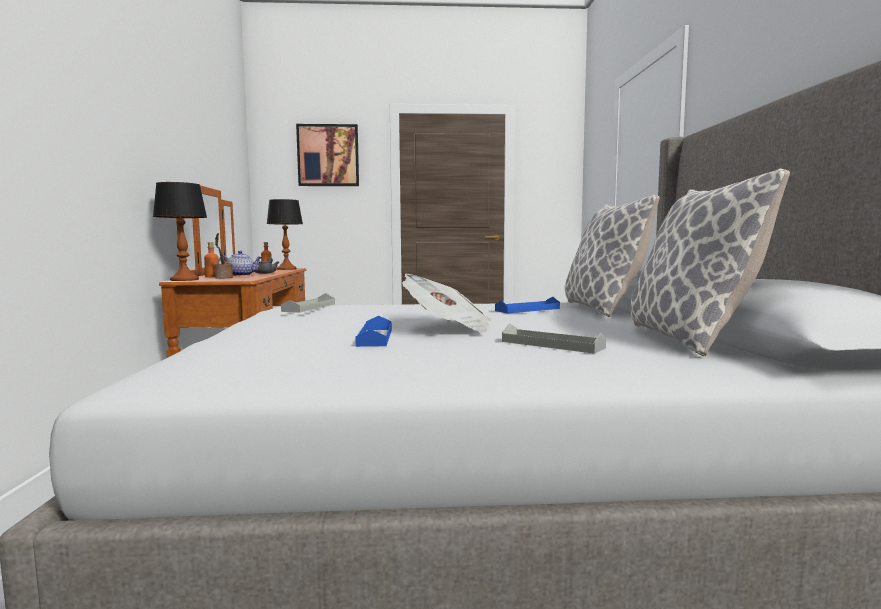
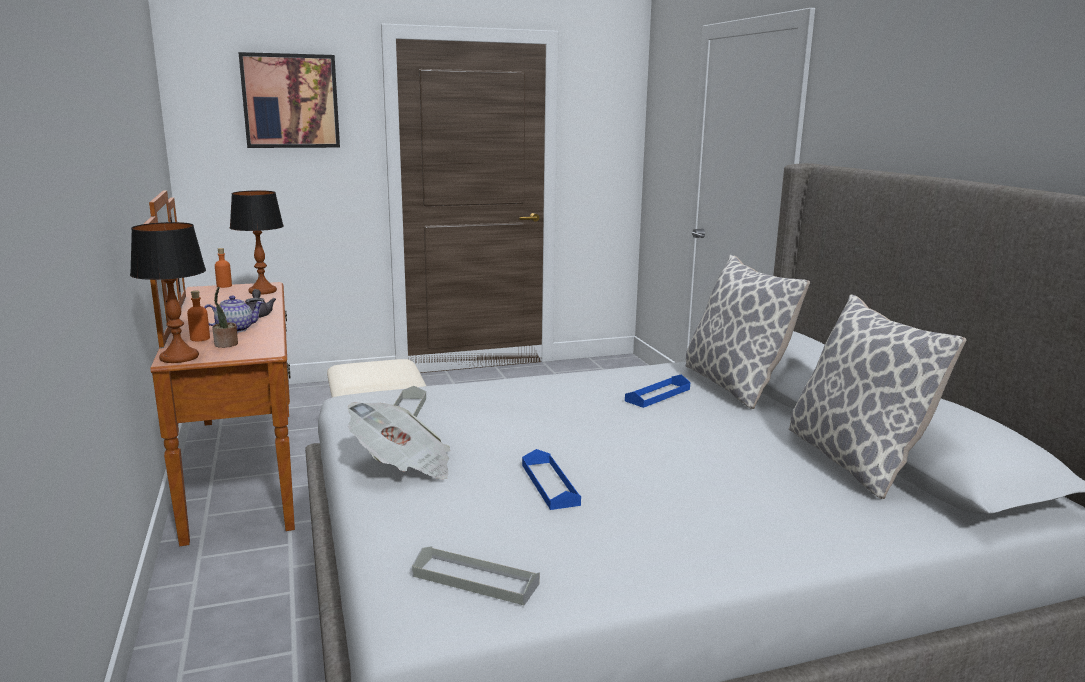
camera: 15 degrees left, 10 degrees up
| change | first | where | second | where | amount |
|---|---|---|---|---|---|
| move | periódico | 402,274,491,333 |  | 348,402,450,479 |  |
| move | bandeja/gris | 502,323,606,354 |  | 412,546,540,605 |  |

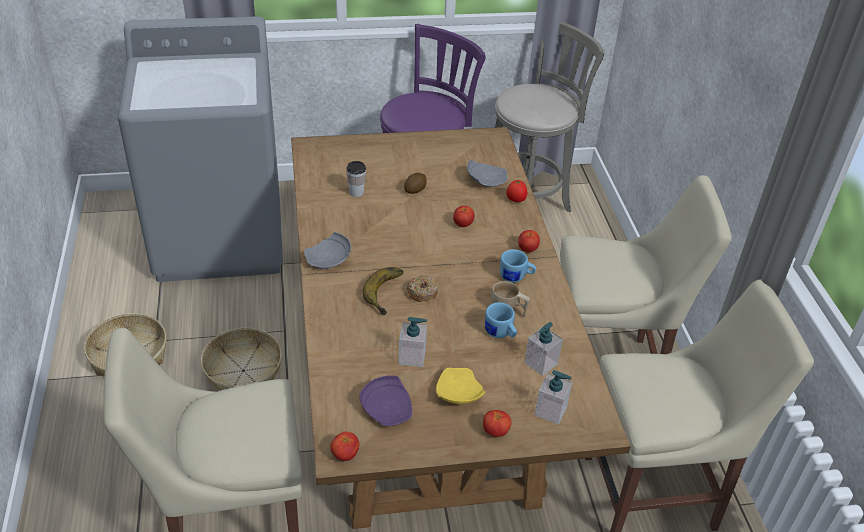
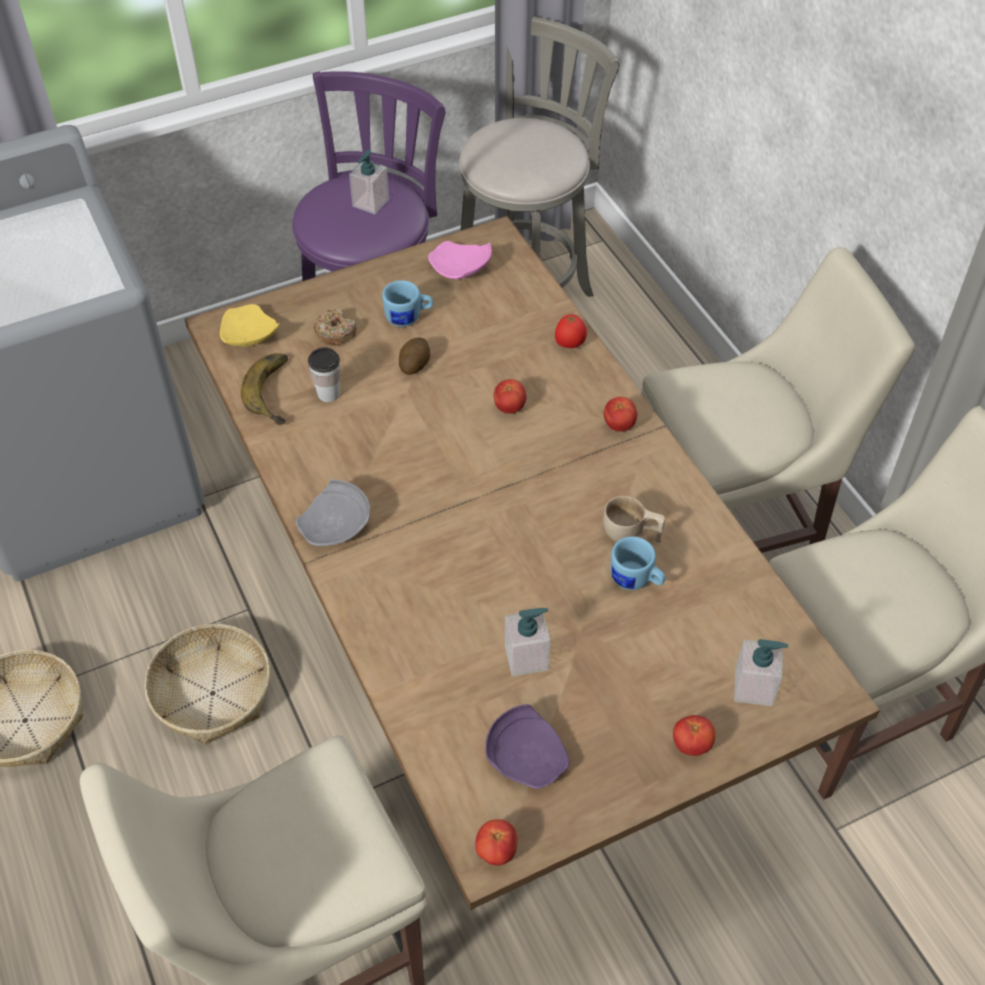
camera: 15 degrees left, 10 degrees up
| change | first | where | second | where | amount |
|---|---|---|---|---|---|
| move | plátano | 363,267,403,315 |  | 241,353,288,425 |  |
| move | rosquilla | 407,275,438,302 |  | 314,308,357,346 |  |
| move | plato/amarillo | 436,368,486,404 |  | 220,304,280,347 |  |
| delete | plato/gris | 467,159,508,188 |  |  |  |
| move | taza grande/azul | 500,249,536,283 |  | 382,280,433,327 |  |
| move | dispensador de jabón | 524,322,563,376 |  | 349,150,389,214 |  |
| insert |  |  | plato/rosa | 428,241,492,279 |  |

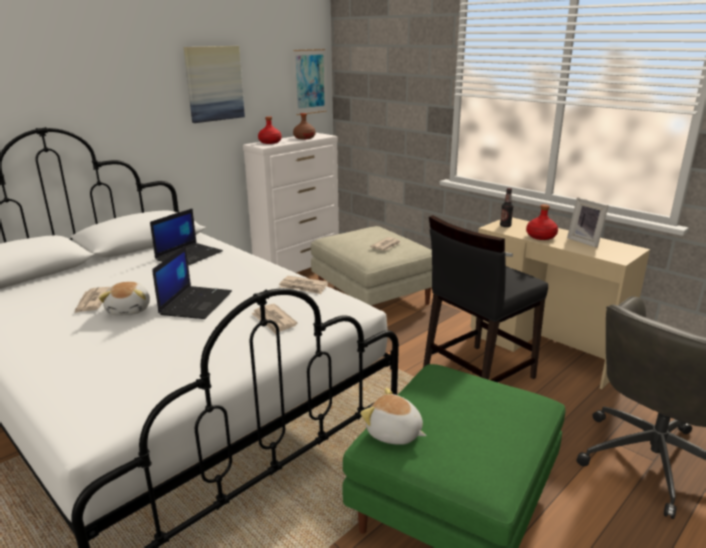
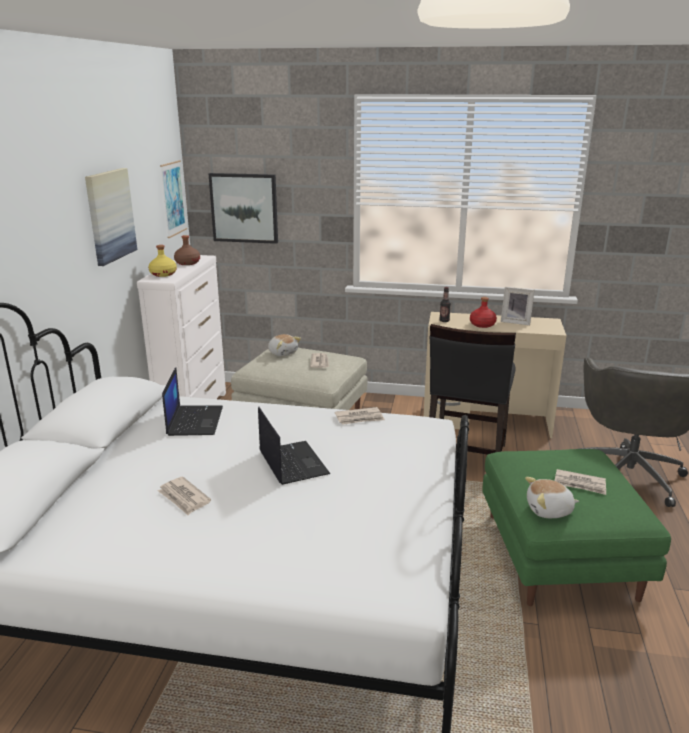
camera: 35 degrees left, 0 degrees up
| change | first | where | second | where | amount |
|---|---|---|---|---|---|
| move | peluche | 99,282,150,316 |  | 268,334,301,356 |  |
| move | periódico | 251,304,298,334 |  | 555,469,606,495 |  |
| recolor | botella/rojo | 258,116,282,144 | botella/amarillo | 148,245,177,277 |  |
| insert |  |  | cuadro | 209,173,278,244 |  |

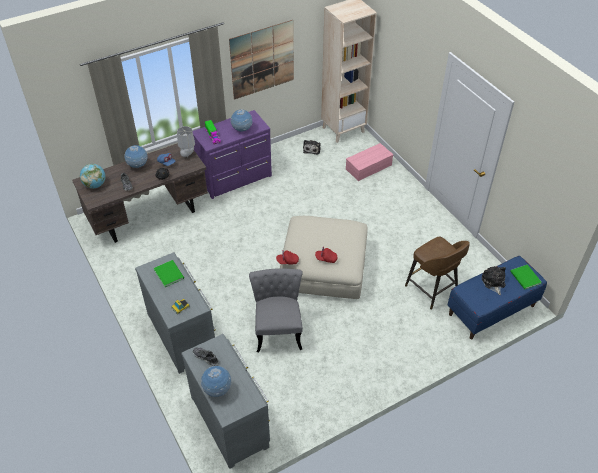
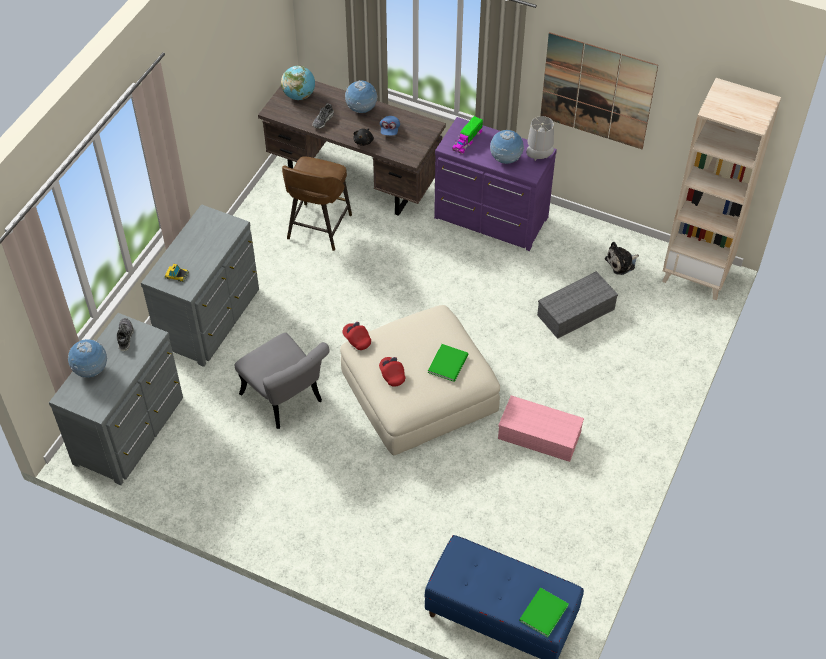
camera: 55 degrees right, 5 degrees up
| change | first | where | second | where | amount |
|---|---|---|---|---|---|
| move | libro/verde | 154,260,184,287 |  | 428,344,468,382 |  |
| move | lámpara de mesa/gris | 177,126,195,158 |  | 526,116,554,161 |  |
| rotate | silla/gris | 249,268,303,352 |  | 235,333,330,429 | 90 degrees clockwise |
| move | caja de almacenaje/rosa | 346,143,394,181 |  | 498,395,584,462 |  |
| move | taburete/marrón | 405,236,470,309 |  | 282,157,352,251 |  |
| delete | peluche | 482,266,506,295 |  |  |  |
| insert |  |  | caja de almacenaje/gris | 537,271,618,339 |  |

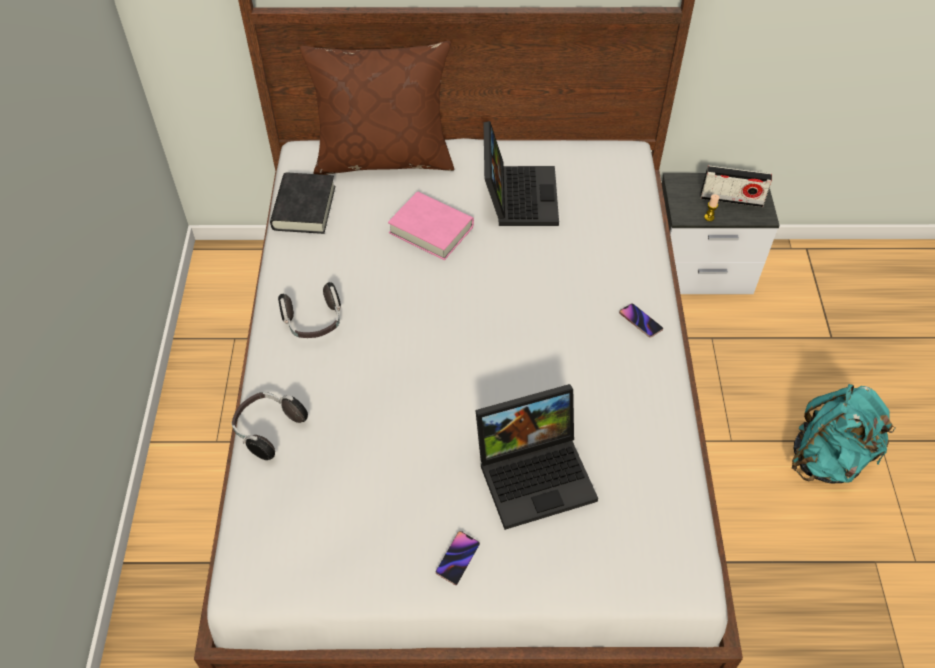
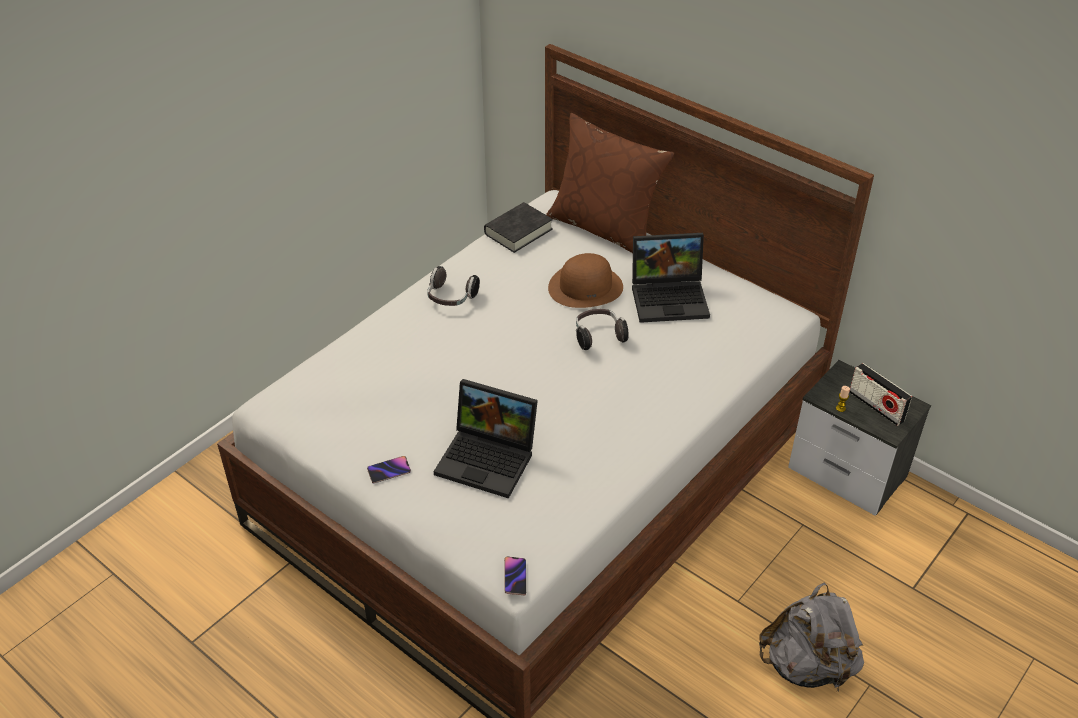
camera: 40 degrees right, 10 degrees down
| change | first | where | second | where | amount |
|---|---|---|---|---|---|
| move | auriculares | 232,392,308,460 |  | 576,309,629,350 |  |
| replace | libro/rosa | 388,192,474,260 | sombrero/marrón | 548,253,623,308 |  |
| rotate | portátil | 483,121,559,226 |  | 632,233,710,323 | 45 degrees clockwise |
| move | móvil | 619,304,663,338 |  | 504,556,526,596 |  |
| recolor | mochila/turquesa | 792,384,896,483 | mochila/gris | 759,582,864,691 |  |

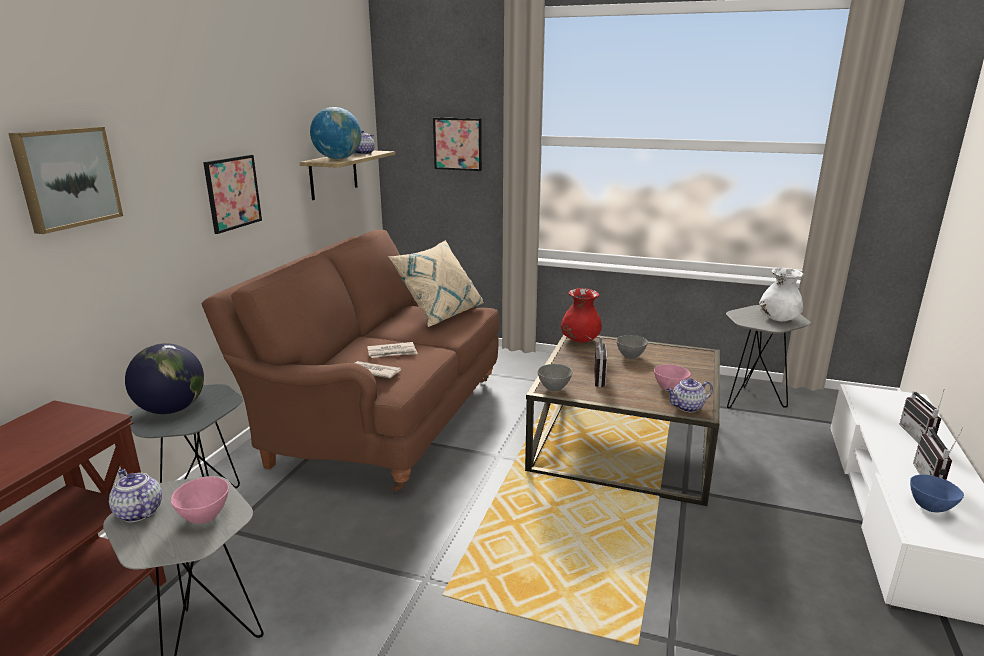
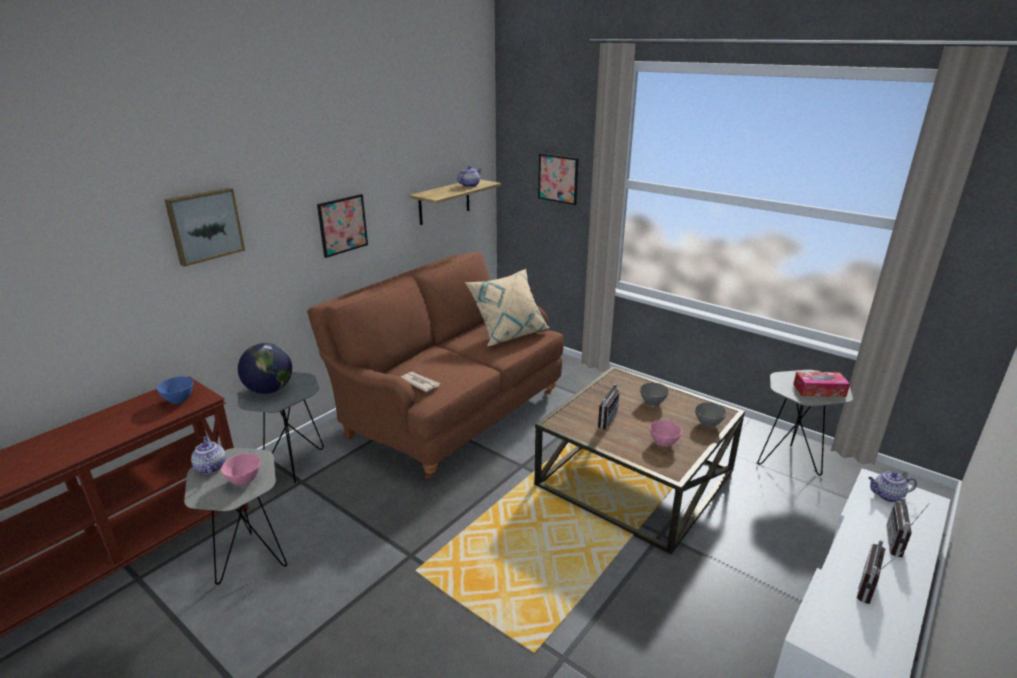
camera: 20 degrees right, 5 degrees up
| change | first | where | second | where | amount |
|---|---|---|---|---|---|
| delete | globo terráqueo | 310,107,361,159 |  |  |  |
| delete | periódico | 367,342,418,358 |  |  |  |
| move | cuenco/gris | 538,364,572,391 |  | 695,402,727,427 |  |
| delete | florero/rojo | 561,288,602,342 |  |  |  |
| move | tetera | 666,378,713,412 |  | 868,471,917,502 |  |
| replace | florero/blanco | 759,268,803,321 | caja de pañuelos | 793,372,850,397 |  |
| move | cuenco/azul | 910,474,964,512 |  | 157,376,193,404 |  |

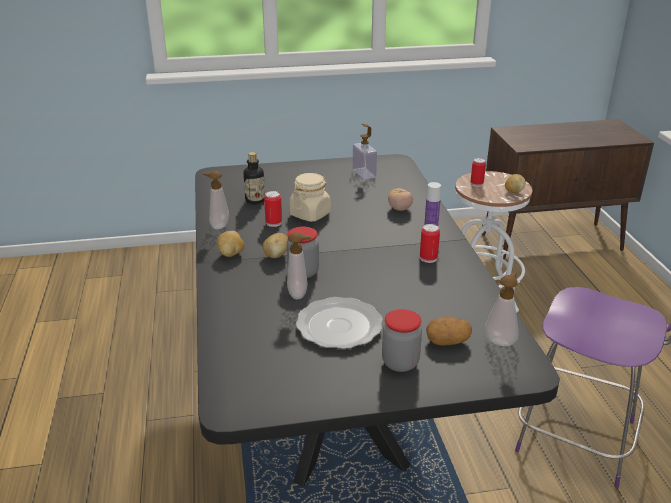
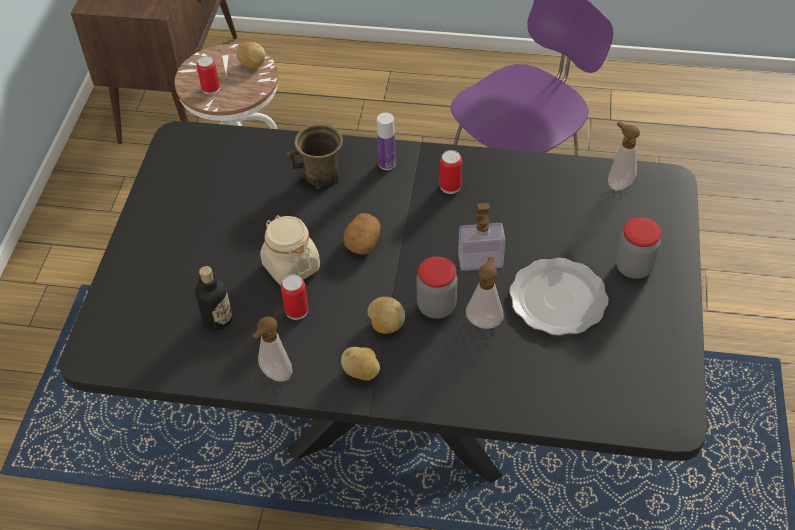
camera: 70 degrees left, 20 degrees up
| change | first | where | second | where | amount |
|---|---|---|---|---|---|
| move | dispensador de jabón | 353,124,377,179 |  | 458,203,505,271 |  |
| replace | tomate | 388,188,413,211 | taza grande/marrón | 287,124,343,189 |  |
| move | patata | 426,317,472,345 |  | 343,213,381,255 |  |

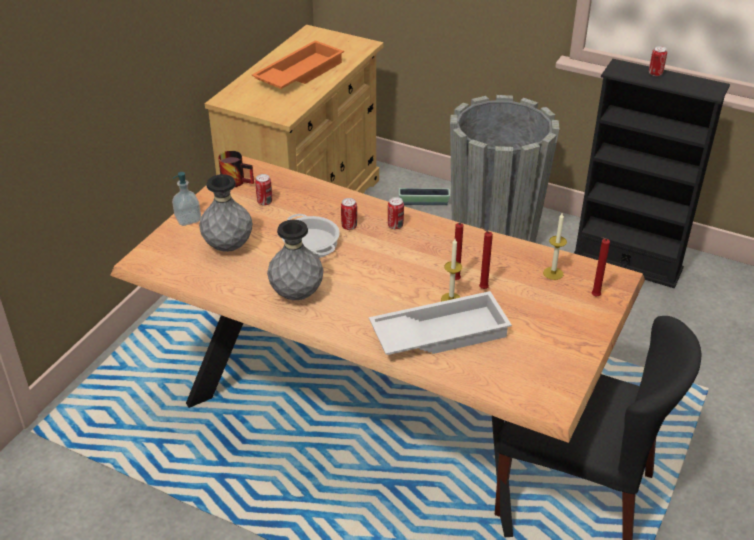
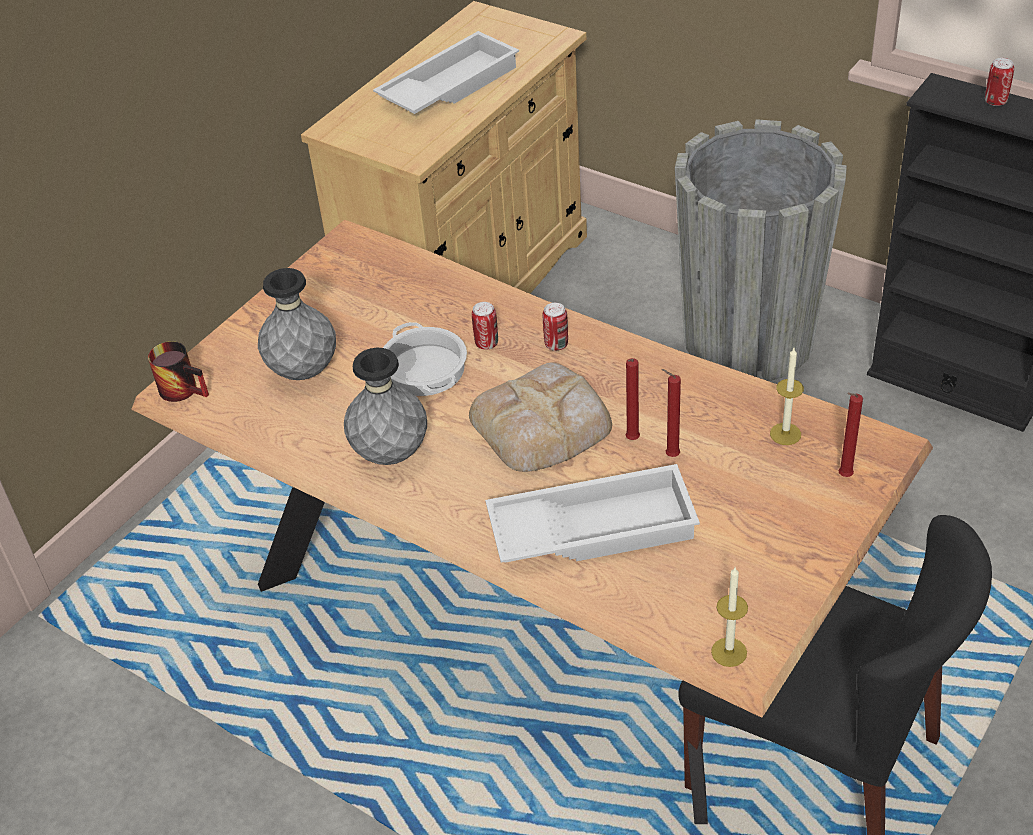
camera: 10 degrees right, 5 degrees up
| change | first | where | second | where | amount |
|---|---|---|---|---|---|
| delete | dispensador de jabón | 172,172,201,226 |  |  |  |
| move | taza grande | 218,151,254,188 |  | 148,341,209,402 |  |
| recolor | bandeja/naranja | 252,40,344,89 | bandeja/blanco | 373,31,519,114 |  |
| delete | lata | 255,174,272,206 |  |  |  |
| delete | maceta | 399,188,450,205 |  |  |  |
| move | vela | 441,239,462,301 |  | 711,567,748,667 |  |
| insert |  |  | pan | 469,362,612,472 |  |

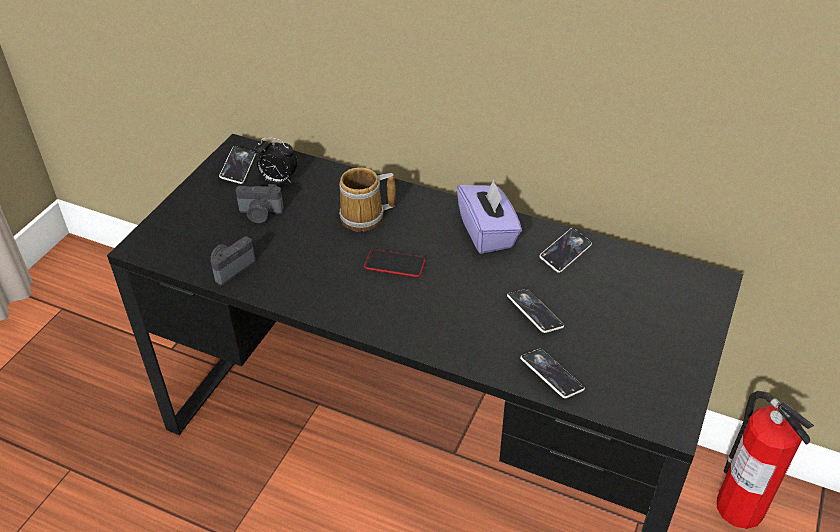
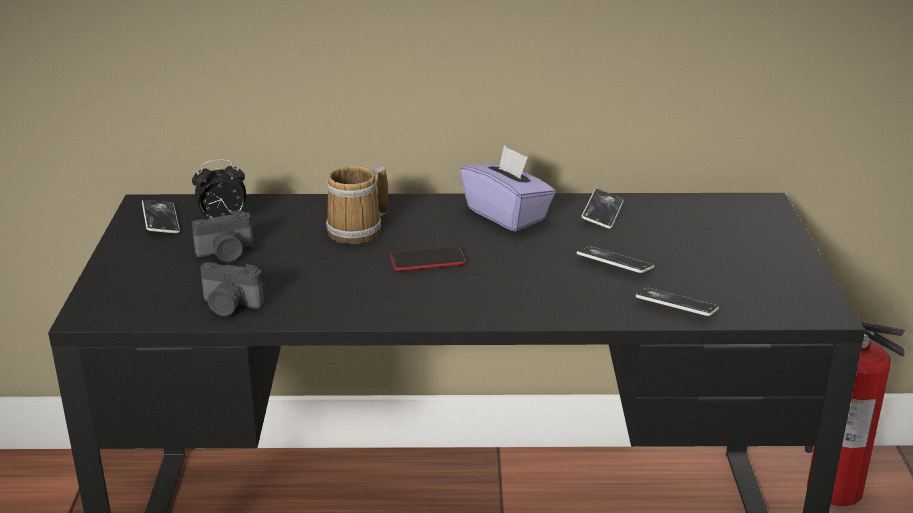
camera: 25 degrees left, 15 degrees down
| change | first | where | second | where | amount |
|---|---|---|---|---|---|
| rotate | cámara | 210,236,255,285 |  | 200,262,264,316 | 90 degrees counterclockwise |

